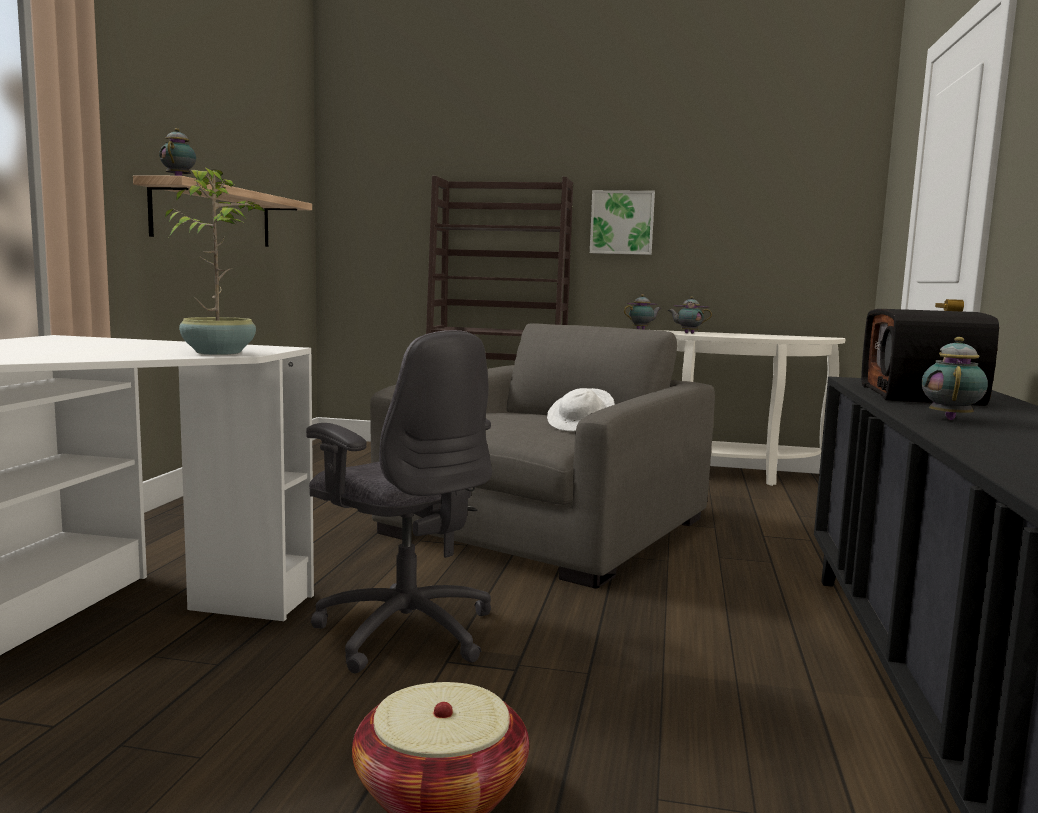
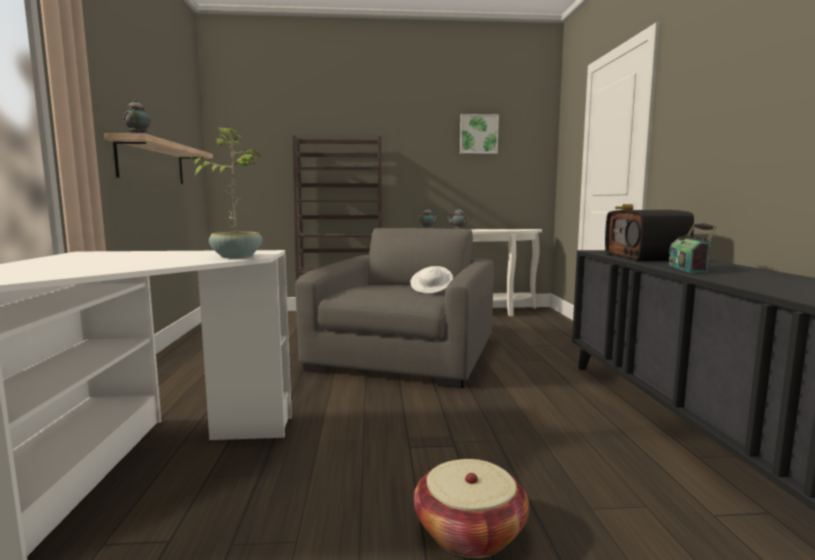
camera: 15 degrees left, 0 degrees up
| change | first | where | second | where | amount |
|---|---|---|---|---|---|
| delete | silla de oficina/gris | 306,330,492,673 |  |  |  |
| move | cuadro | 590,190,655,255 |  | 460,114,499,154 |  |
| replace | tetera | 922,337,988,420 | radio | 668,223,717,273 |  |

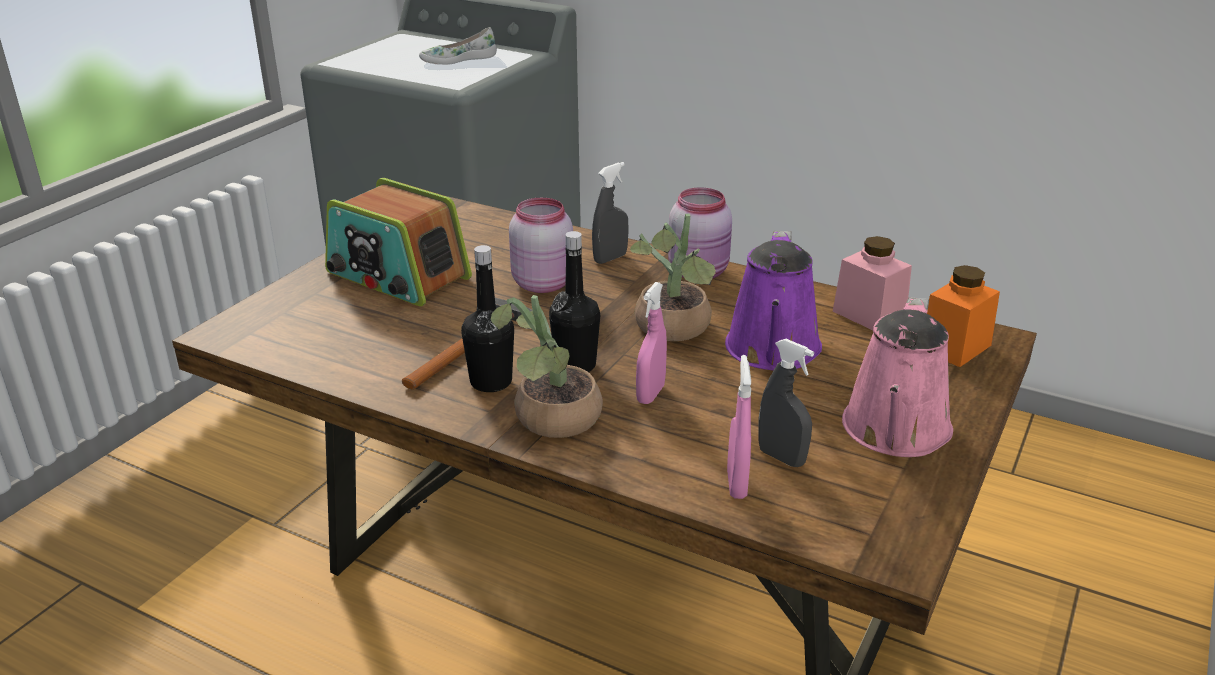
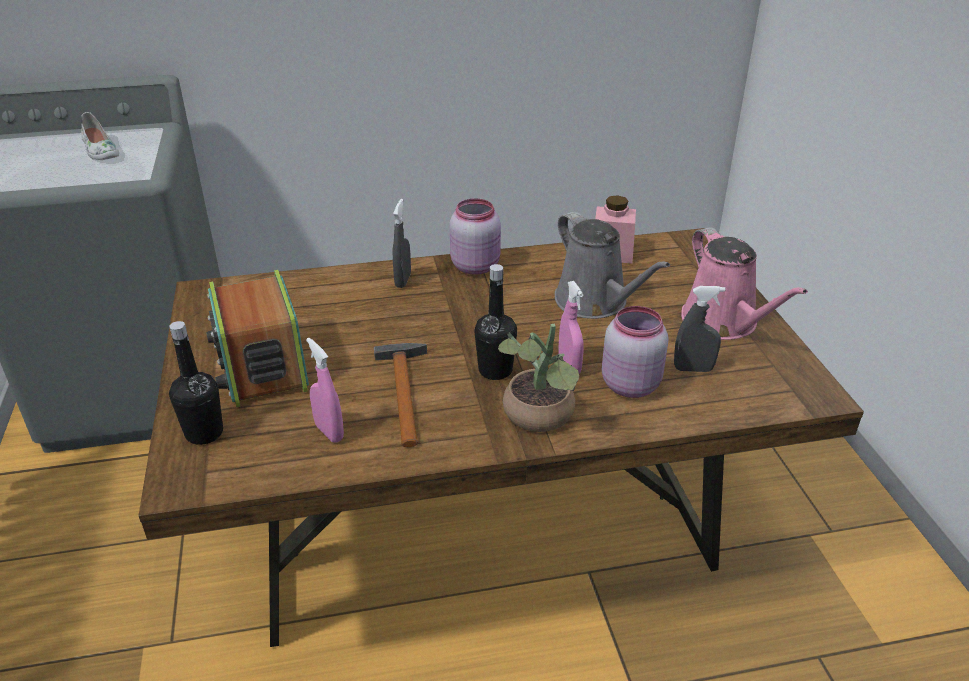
camera: 40 degrees left, 5 degrees up
| change | first | where | second | where | amount |
|---|---|---|---|---|---|
| rotate | radio | 325,178,472,306 |  | 206,270,309,407 | 75 degrees clockwise |
| rotate | zapato/blanco | 419,27,497,65 |  | 81,112,119,160 | 60 degrees counterclockwise |
| move | botella/negro | 461,245,514,392 |  | 169,321,223,445 |  |
| move | tarro/rosa | 509,198,573,293 |  | 602,306,668,398 |  |
| delete | planta en maceta | 630,214,716,341 |  |  |  |
| recolor | regadera/morado | 725,231,822,371 | regadera/gris | 555,212,670,319 |  |
| move | pulverizador/rosa | 727,355,751,499 |  | 306,338,344,443 |  |
| delete | tarro/naranja | 927,265,1000,367 |  |  |  |

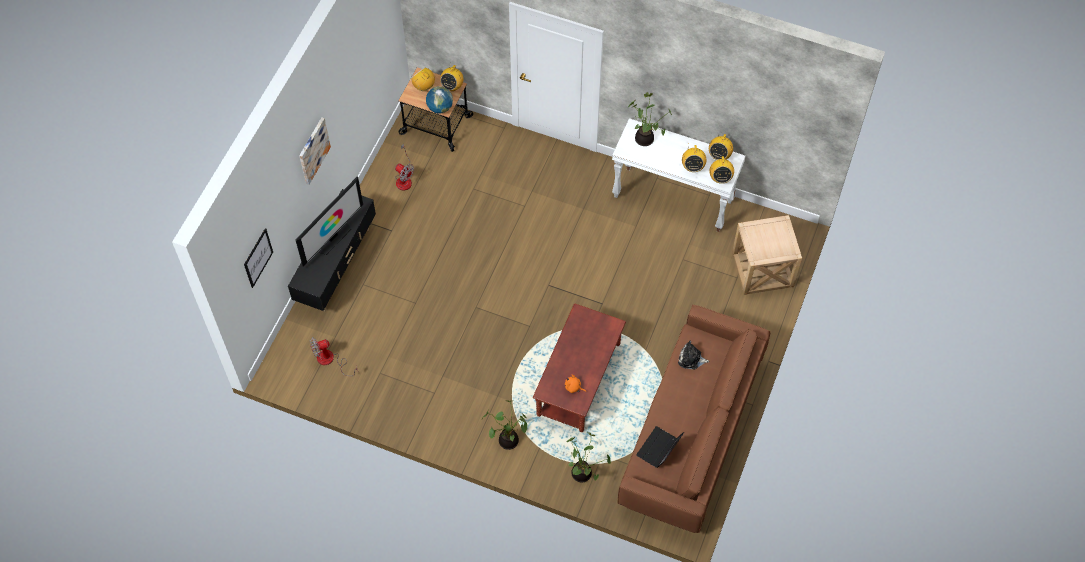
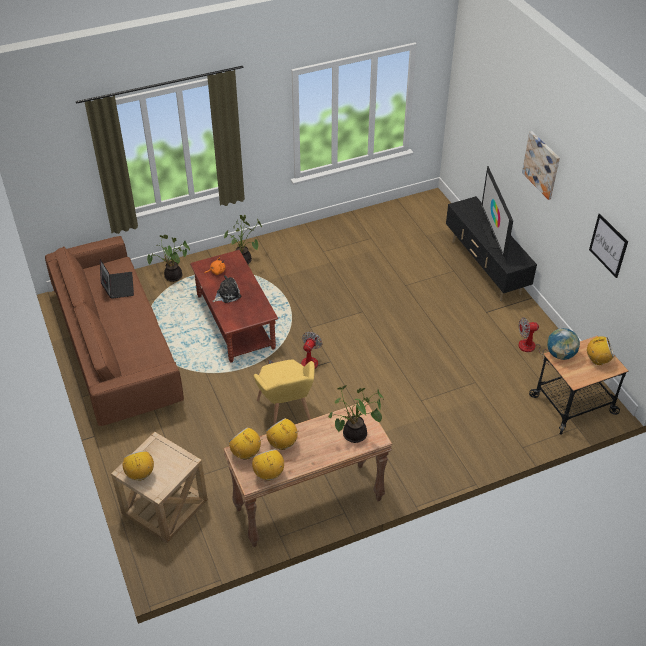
camera: 135 degrees right, 15 degrees down
| change | first | where | second | where | amount |
|---|---|---|---|---|---|
| move | cuadro | 244,228,273,288 |  | 589,214,628,278 |  |
| move | ventilador | 310,337,358,376 |  | 268,332,322,369 |  |
| move | radio | 440,63,464,91 |  | 123,451,154,480 |  |
| recolor | mesa consola/blanco | 612,118,745,232 | mesa consola/marrón | 223,401,392,547 |  |
| move | peluche | 678,340,709,370 |  | 212,275,241,303 |  |
| insert |  |  | sillón/amarillo | 254,359,315,425 |  |

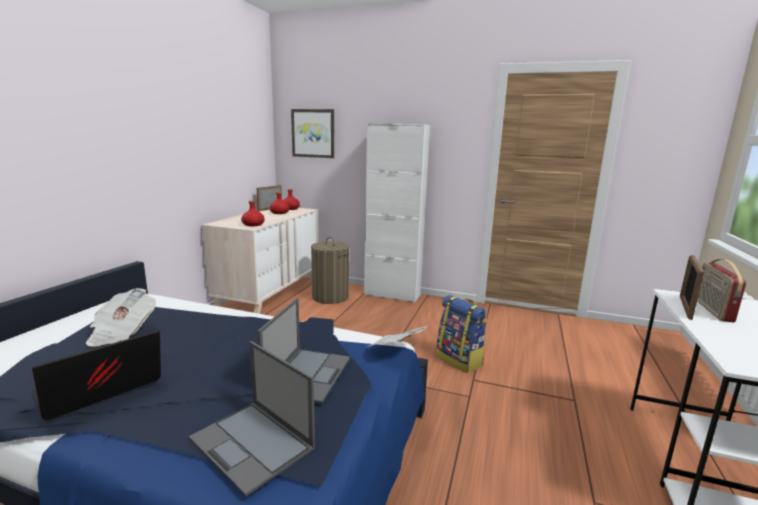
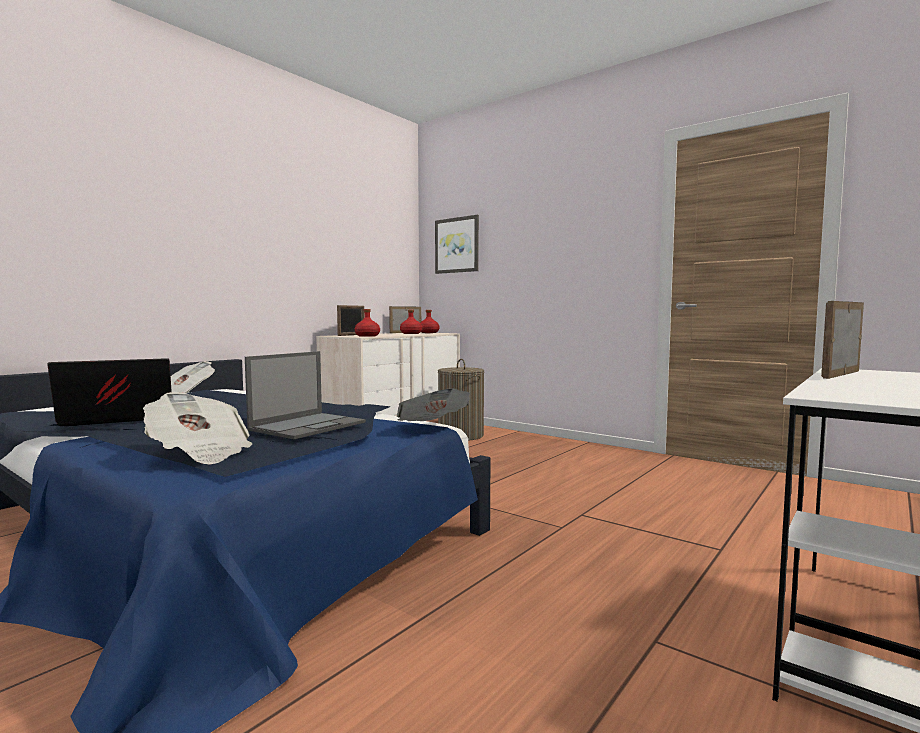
camera: 20 degrees right, 10 degrees down
| change | first | where | second | where | amount |
|---|---|---|---|---|---|
| replace | portátil | 189,341,315,497 | periódico | 143,392,253,464 |  |
| delete | armario/blanco | 364,123,430,303 |  |  |  |
| delete | mochila | 436,295,487,373 |  |  |  |
| delete | radio | 697,259,746,323 |  |  |  |
| insert |  |  | portarretratos | 337,305,364,336 |  |

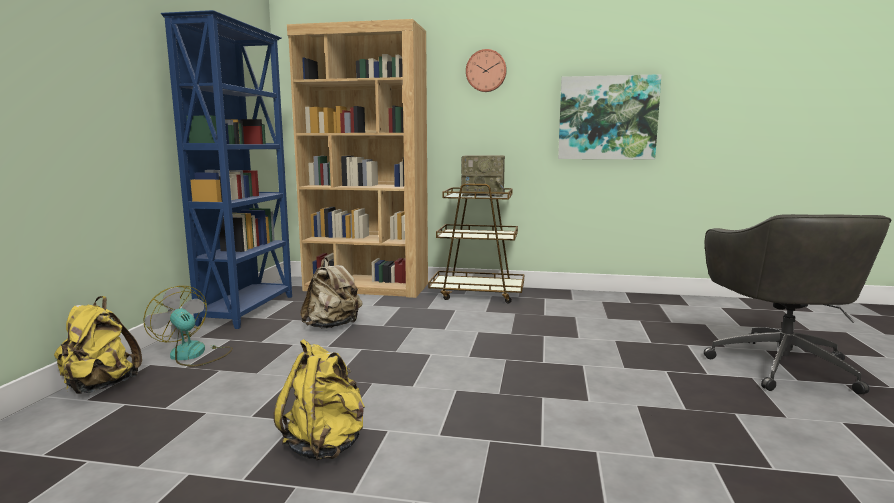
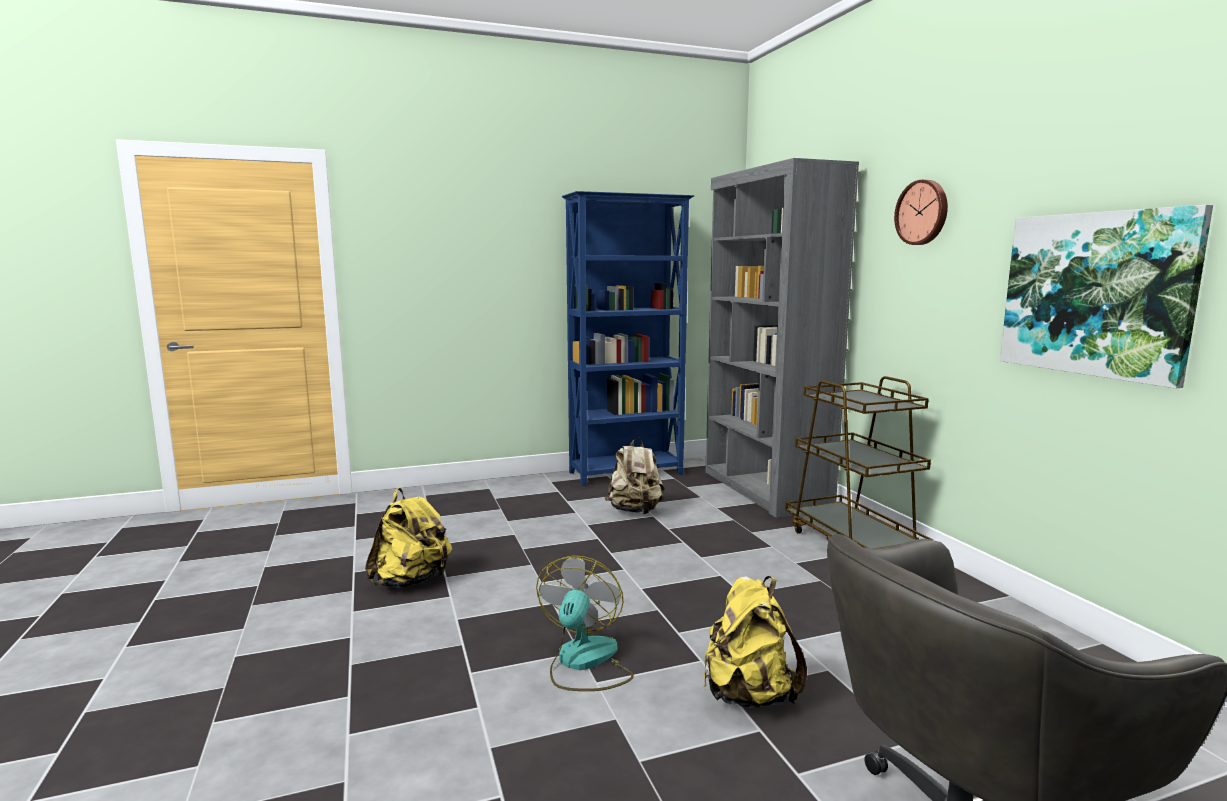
camera: 60 degrees right, 0 degrees up
| change | first | where | second | where | amount |
|---|---|---|---|---|---|
| move | mochila/amarillo | 54,296,142,394 |  | 704,576,807,708 |  |
| move | ventilador | 143,286,233,367 |  | 536,556,634,691 |  |
| recolor | estantería/marrón | 287,19,428,298 | estantería/gris | 706,158,859,518 |  |
| delete | radio | 461,155,505,197 |  |  |  |

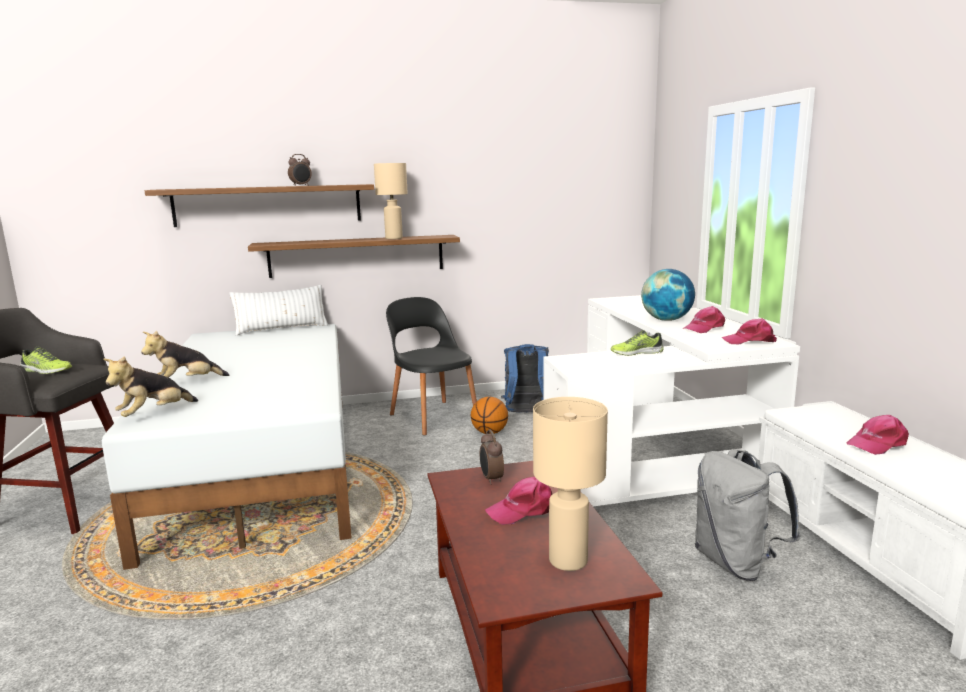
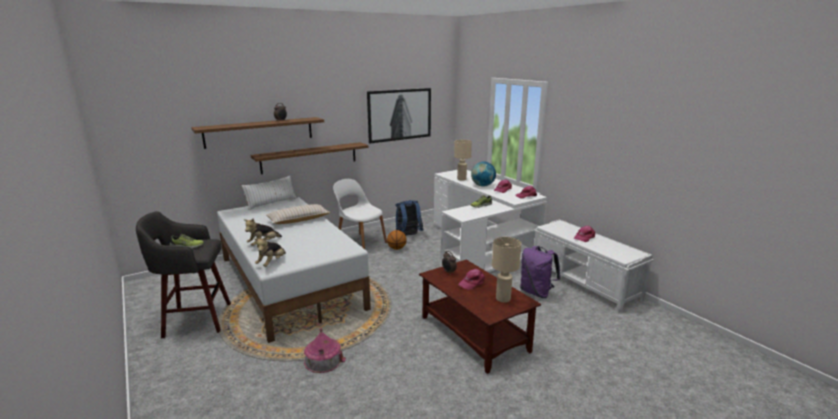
camera: 20 degrees left, 5 degrees up
| change | first | where | second | where | amount |
|---|---|---|---|---|---|
| move | lámpara de mesa/beis | 374,163,408,239 |  | 454,140,472,181 |  |
| recolor | silla/negro | 386,297,477,436 | silla/blanco | 333,179,387,249 |  |
| recolor | mochila/gris | 695,450,801,581 | mochila/morado | 520,246,560,298 |  |
| insert |  |  | cojín/beis | 266,204,331,224 |  |
| insert |  |  | casita | 304,328,346,373 |  |
| insert |  |  | cuadro | 367,88,431,144 |  |

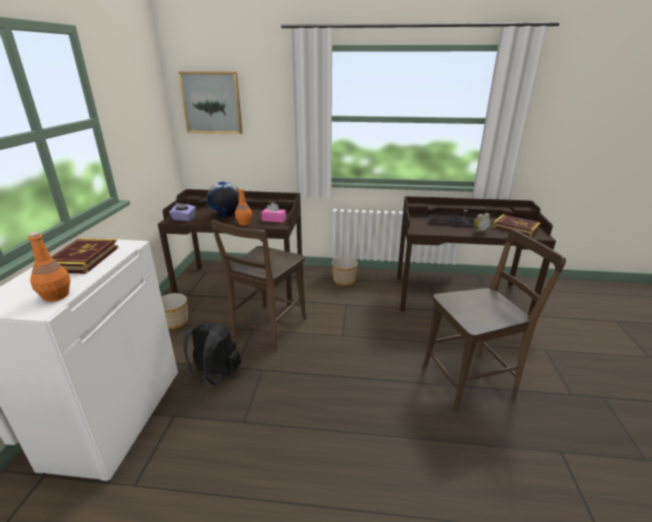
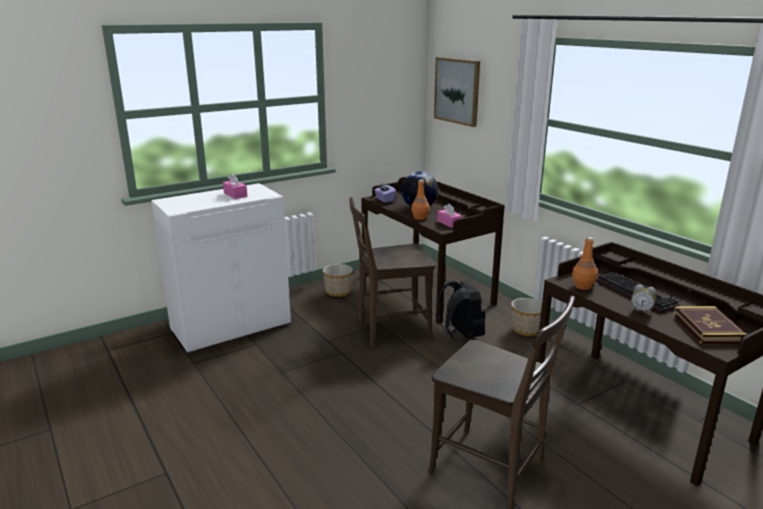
camera: 50 degrees right, 5 degrees down
| change | first | where | second | where | amount |
|---|---|---|---|---|---|
| move | botella/naranja | 28,231,71,302 |  | 572,237,598,290 |  |
| replace | libro | 51,238,119,274 | caja de pañuelos/rosa | 223,173,247,199 |  |
| move | mochila/negro | 183,321,241,385 |  | 438,281,486,341 |  |

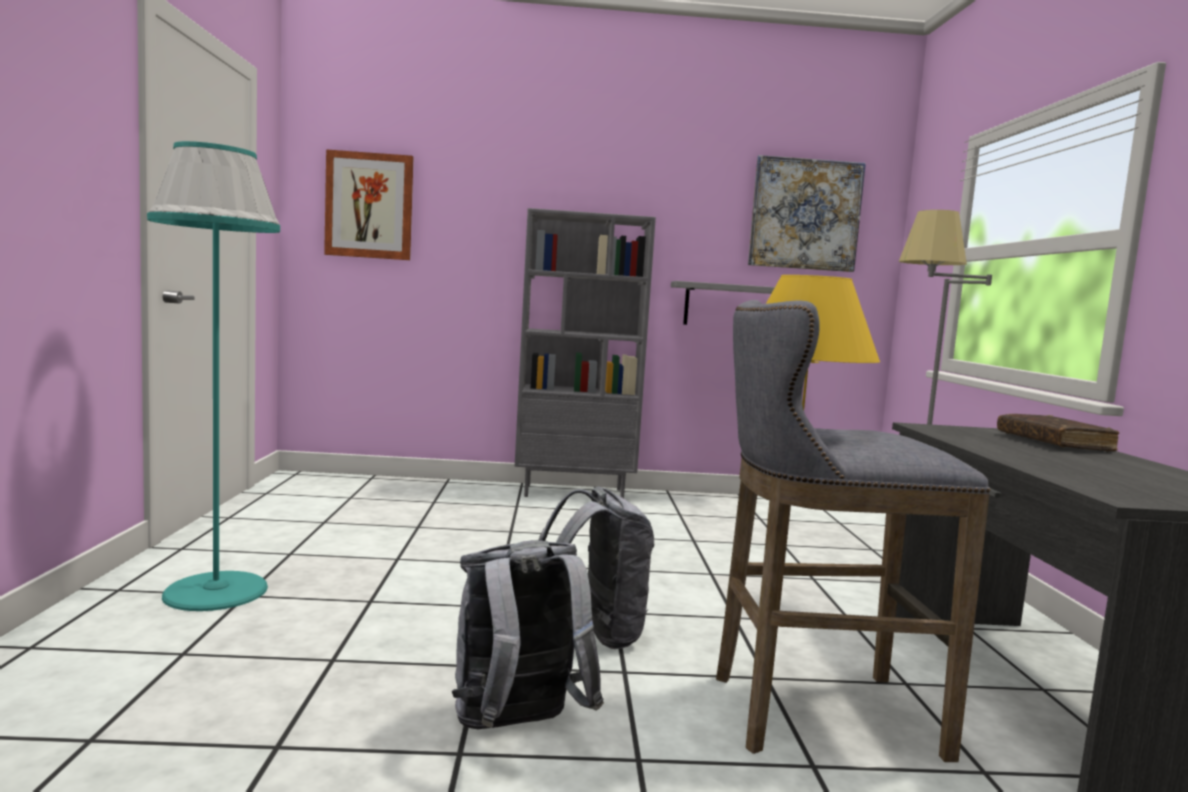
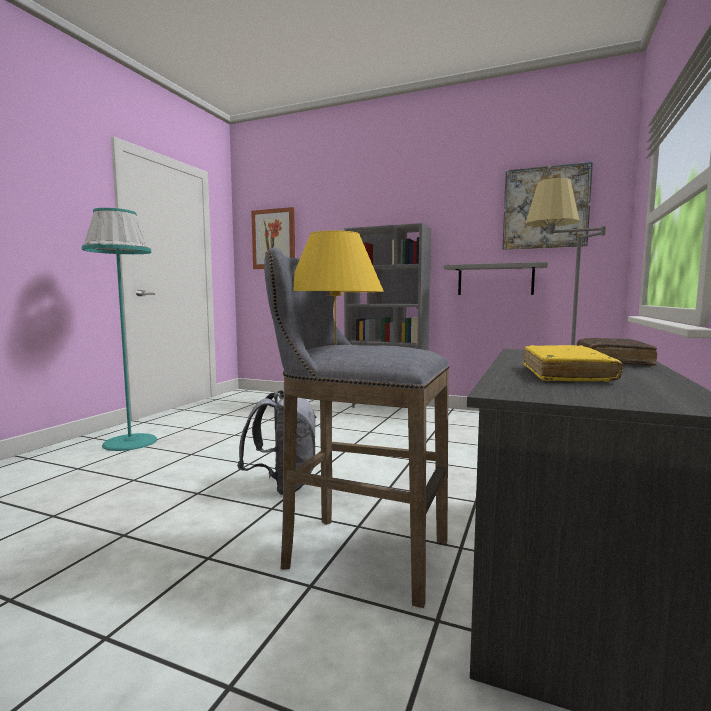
camera: 25 degrees right, 0 degrees up
| change | first | where | second | where | amount |
|---|---|---|---|---|---|
| delete | mochila/gris | 452,540,604,730 |  |  |  |
| insert |  |  | libro/amarillo | 523,345,623,382 |  |

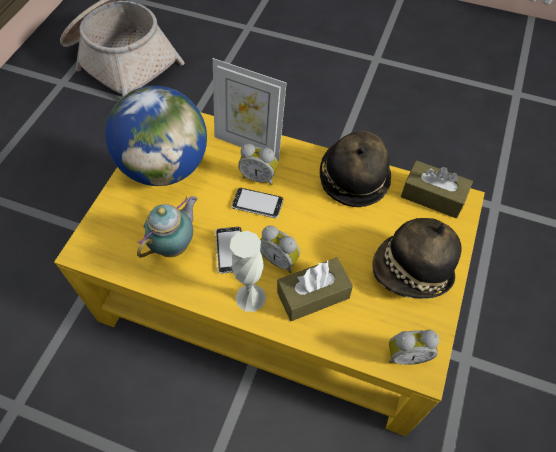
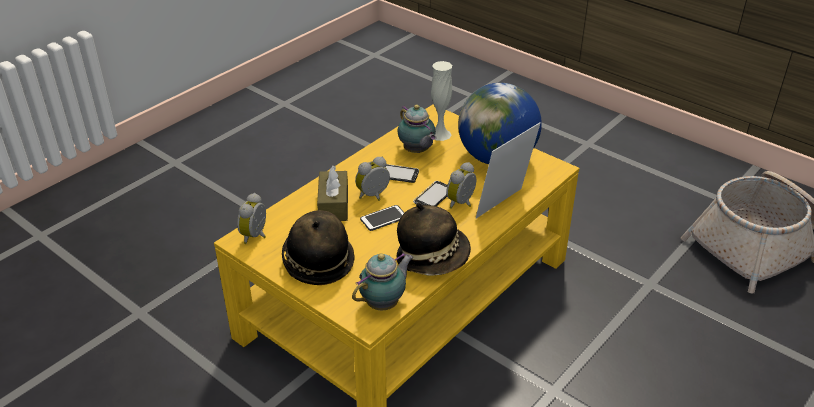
camera: 110 degrees right, 20 degrees down
| change | first | where | second | where | amount |
|---|---|---|---|---|---|
| move | florero/blanco | 230,231,266,312 |  | 431,61,452,141 |  |
| replace | caja de pañuelos/marrón | 401,160,473,218 | tetera | 352,253,413,310 |  |
| insert |  |  | móvil | 360,205,405,231 |  |

